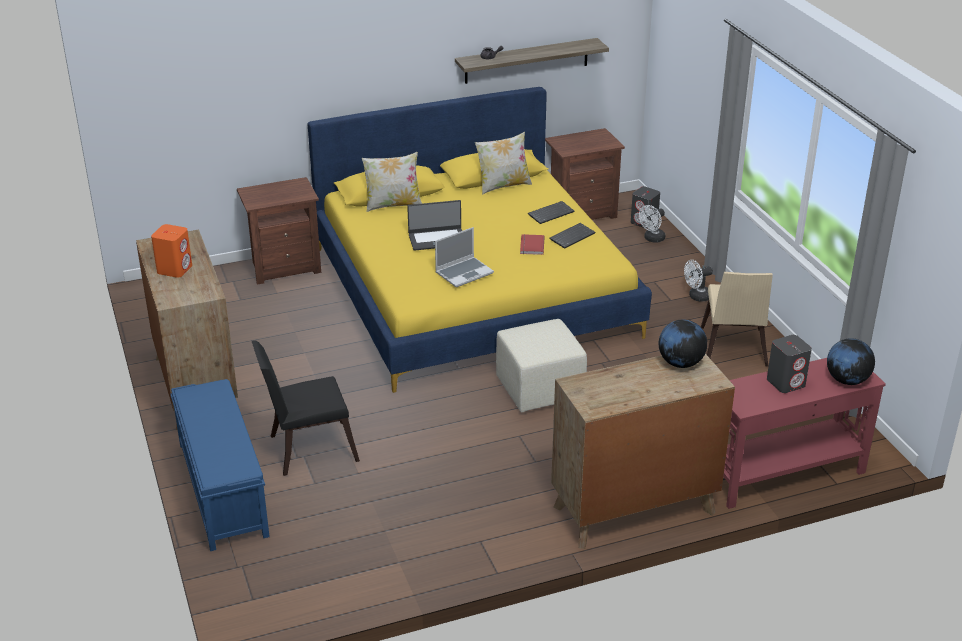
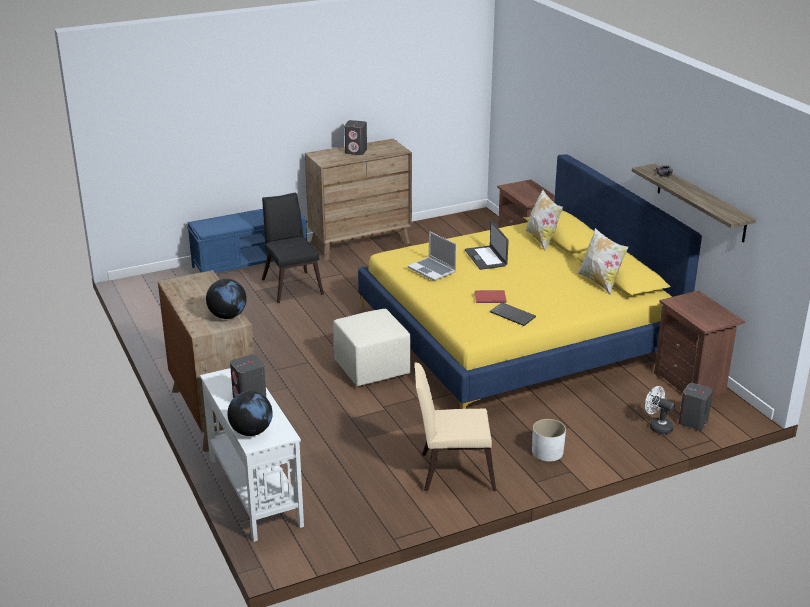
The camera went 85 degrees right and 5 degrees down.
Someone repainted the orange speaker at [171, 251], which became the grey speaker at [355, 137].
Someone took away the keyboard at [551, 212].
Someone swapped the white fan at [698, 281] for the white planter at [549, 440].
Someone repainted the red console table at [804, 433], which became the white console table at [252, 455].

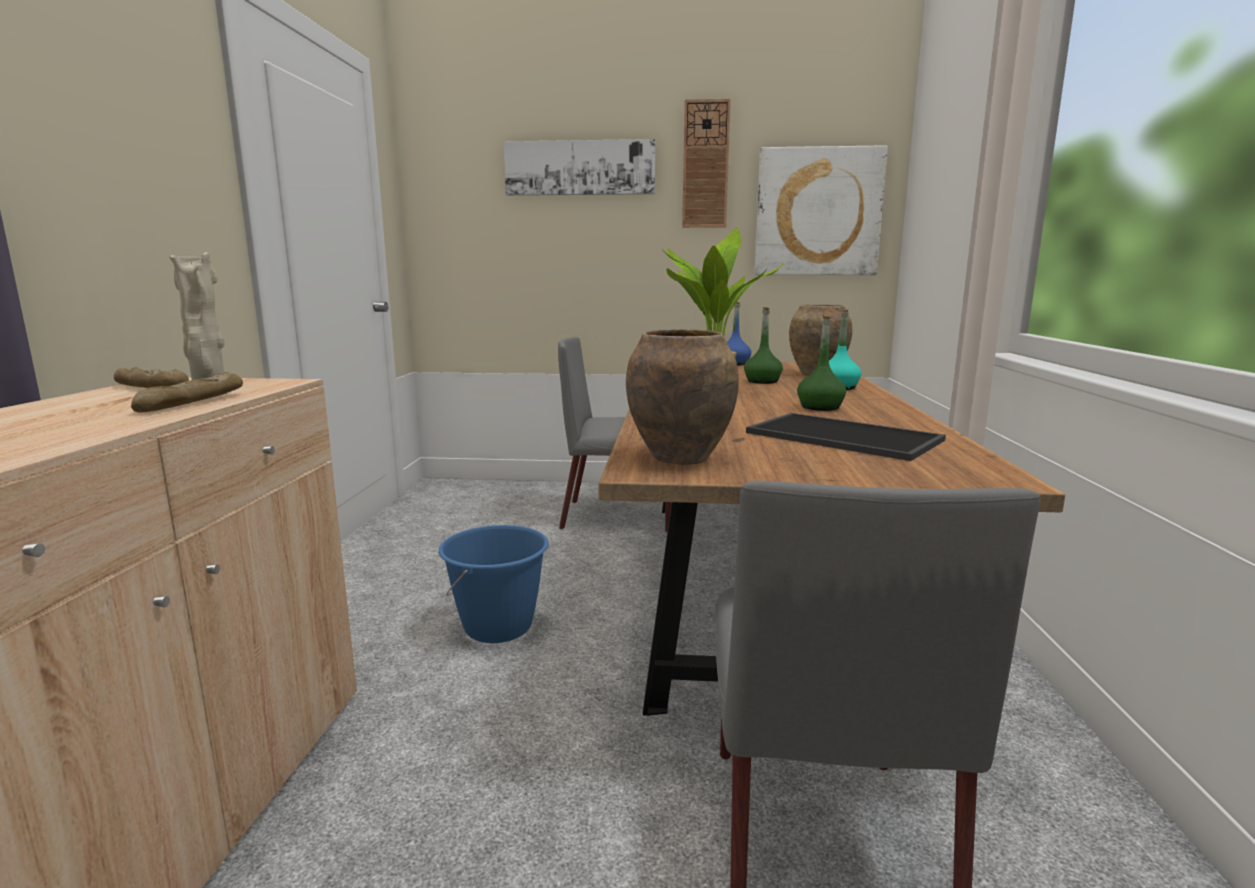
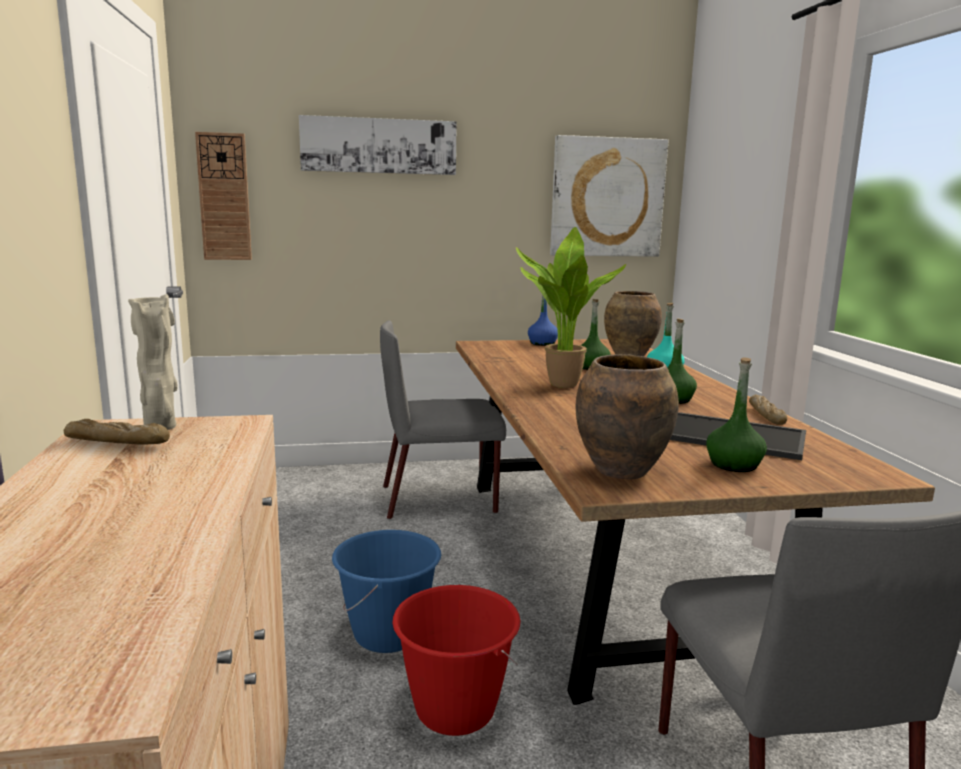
The camera went 15 degrees left and 0 degrees up.
Someone carried the bread from [187, 392] to [768, 409].
Someone carried the wall clock from [706, 163] to [223, 196].
Someone put down the red bucket at [456, 660].
Someone put down the green bottle at [736, 415].

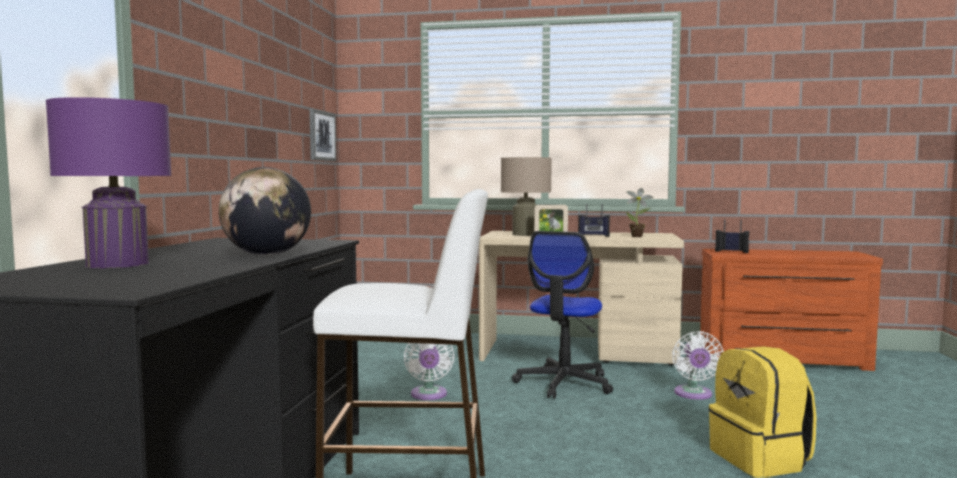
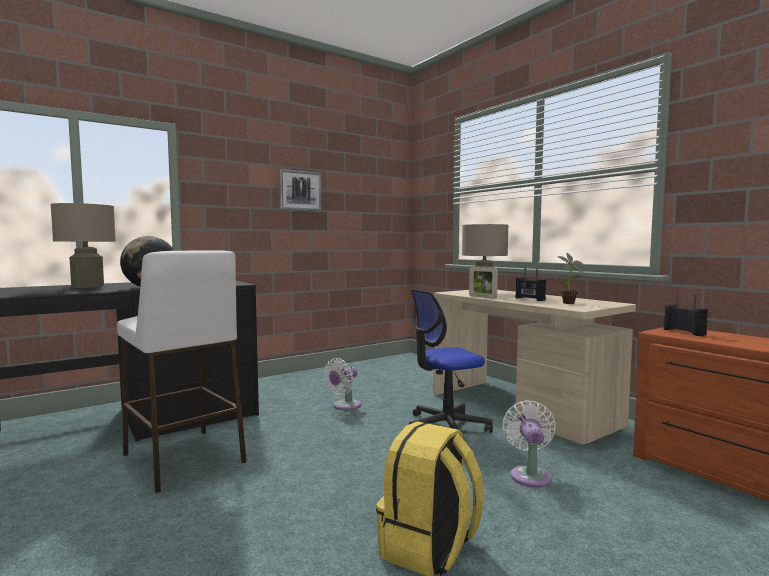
The camera went 45 degrees right and 0 degrees up.
Someone repainted the purple table lamp at [109, 182], which became the beige table lamp at [83, 245].
Someone carried the picture from [323, 135] to [300, 190].
Someone rotated the white fan at [698, 365] by 135 degrees clockwise.

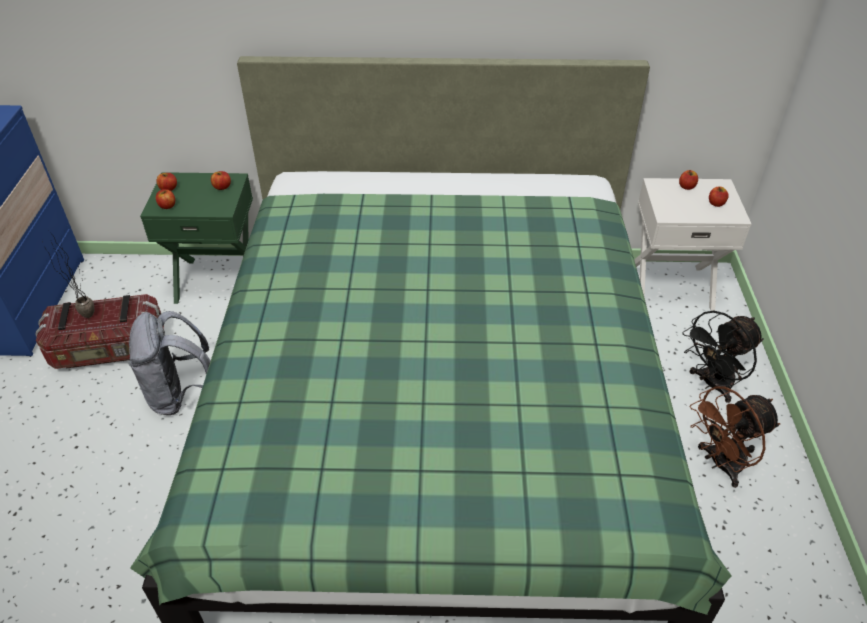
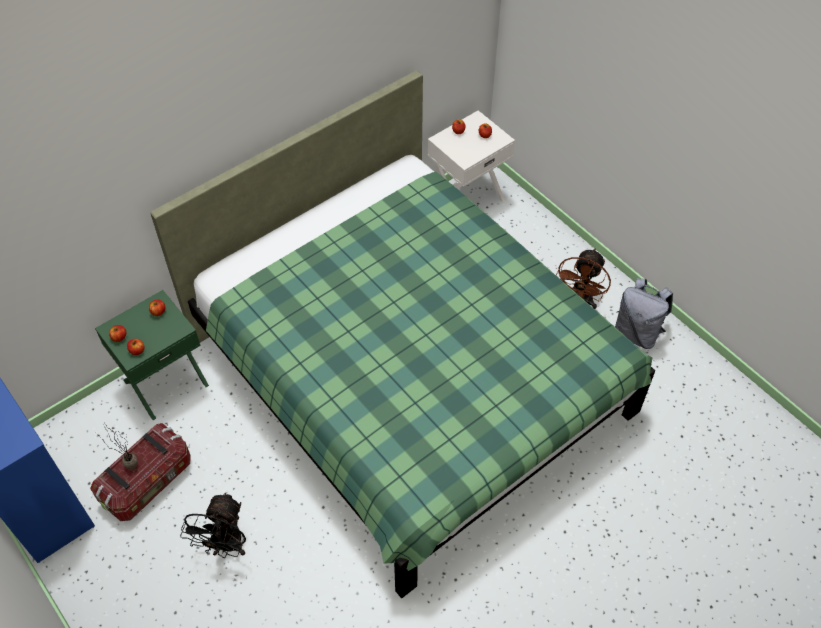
The camera went 40 degrees left and 10 degrees up.
Someone carried the grey backpack from [169, 363] to [644, 313].
Someone carried the black fan from [723, 357] to [213, 525].

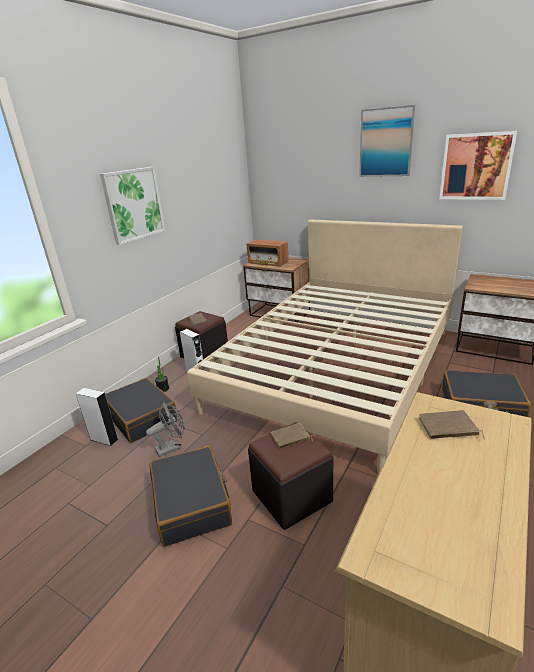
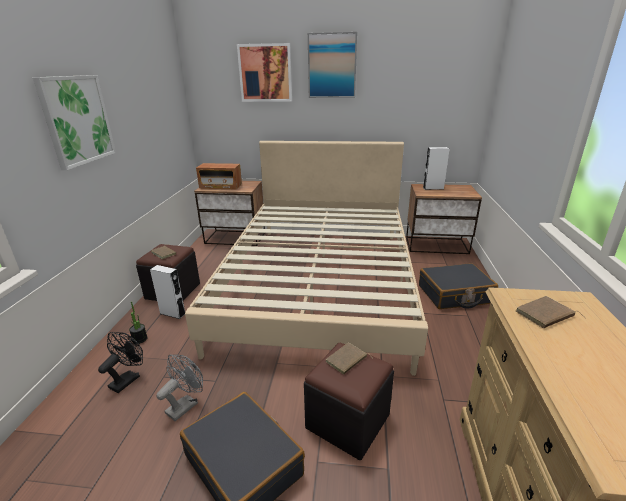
The camera went 25 degrees left and 0 degrees up.
Someone carried the white speaker from [97, 417] to [436, 168].
Someone swapped the black suitcase at [141, 410] for the black fan at [120, 362].
Someone carried the picture from [478, 165] to [264, 72].

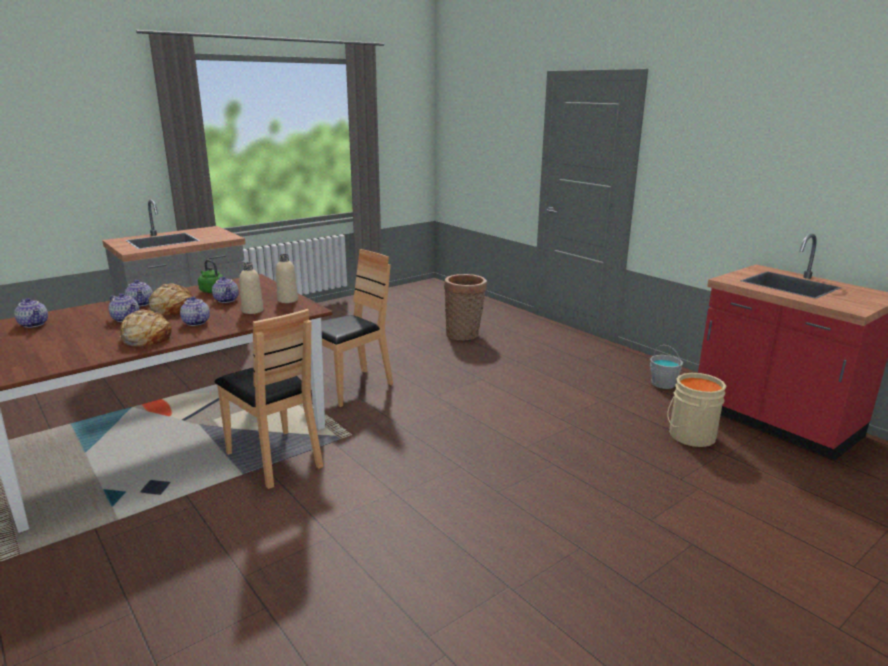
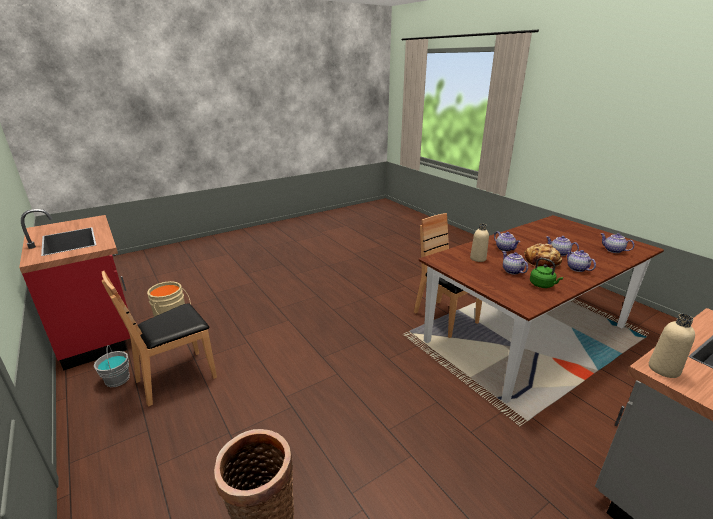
The camera went 175 degrees left and 5 degrees up.
Someone took away the bread at [146, 328].
Someone carried the beige bottle from [287, 278] to [672, 346].
Someone carried the brown chair from [352, 328] to [159, 339].

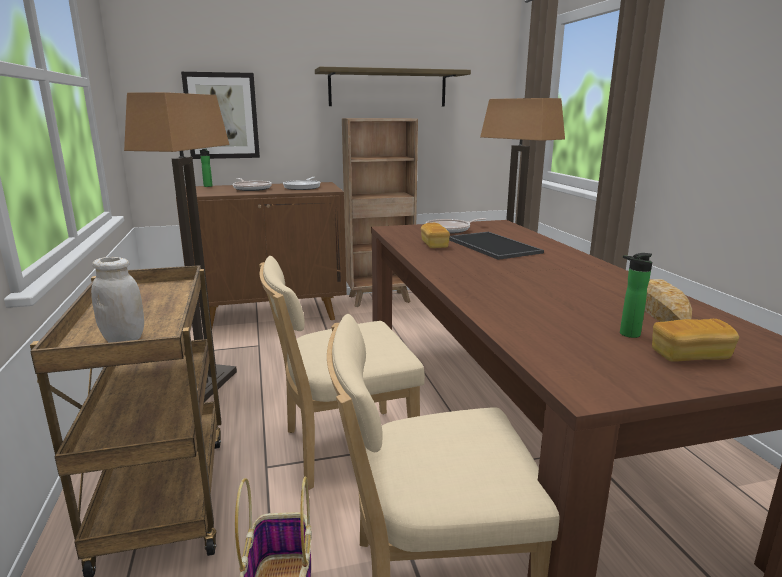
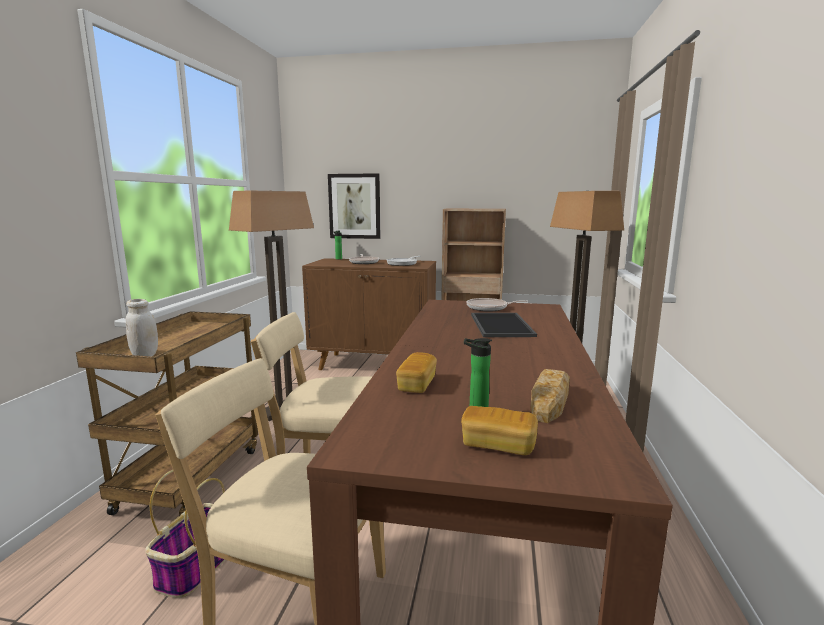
The camera went 25 degrees right and 5 degrees down.
Someone took away the shelf at [393, 87].
Someone carried the bread from [435, 235] to [416, 372].

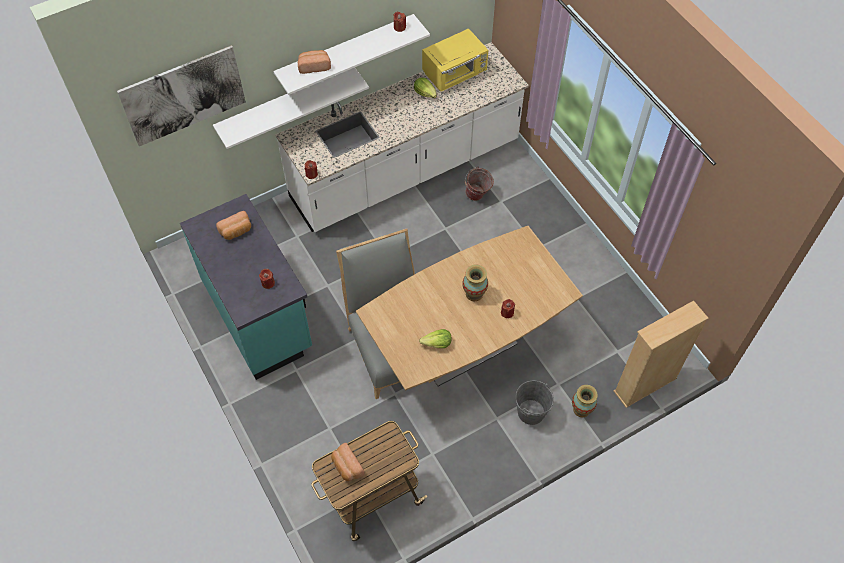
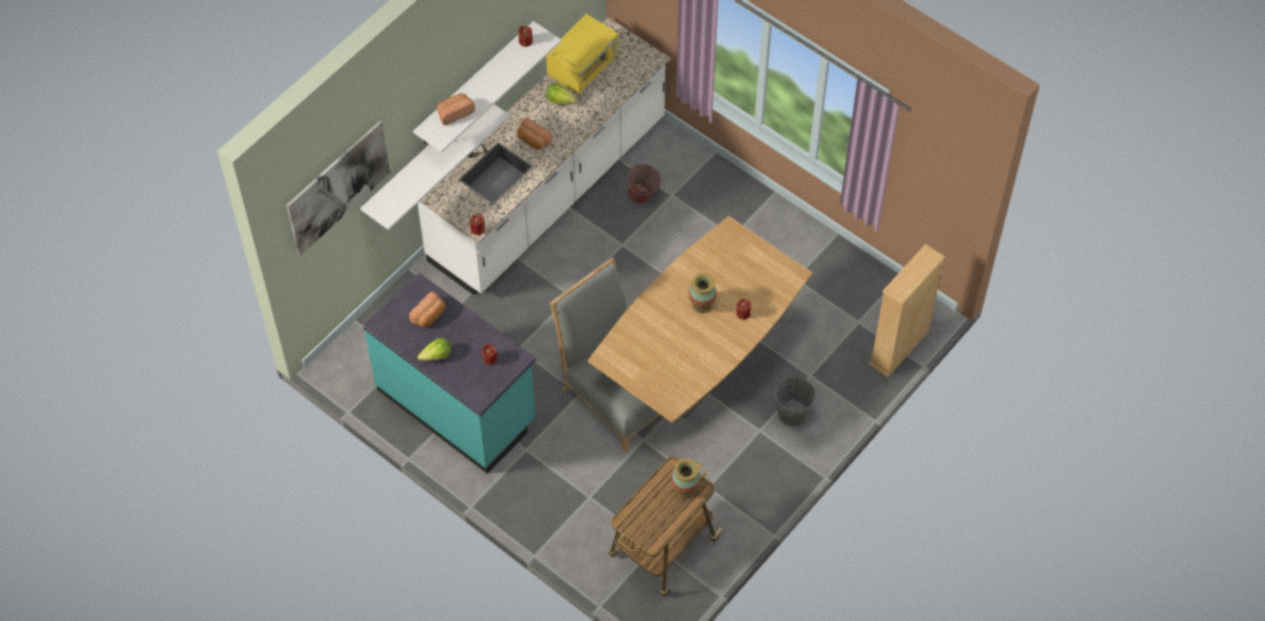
The camera went 20 degrees left and 0 degrees up.
Someone carried the bread from [347, 462] to [535, 133].
Someone carried the lettuce from [435, 338] to [434, 349].
Someone carried the vase from [585, 401] to [686, 478].

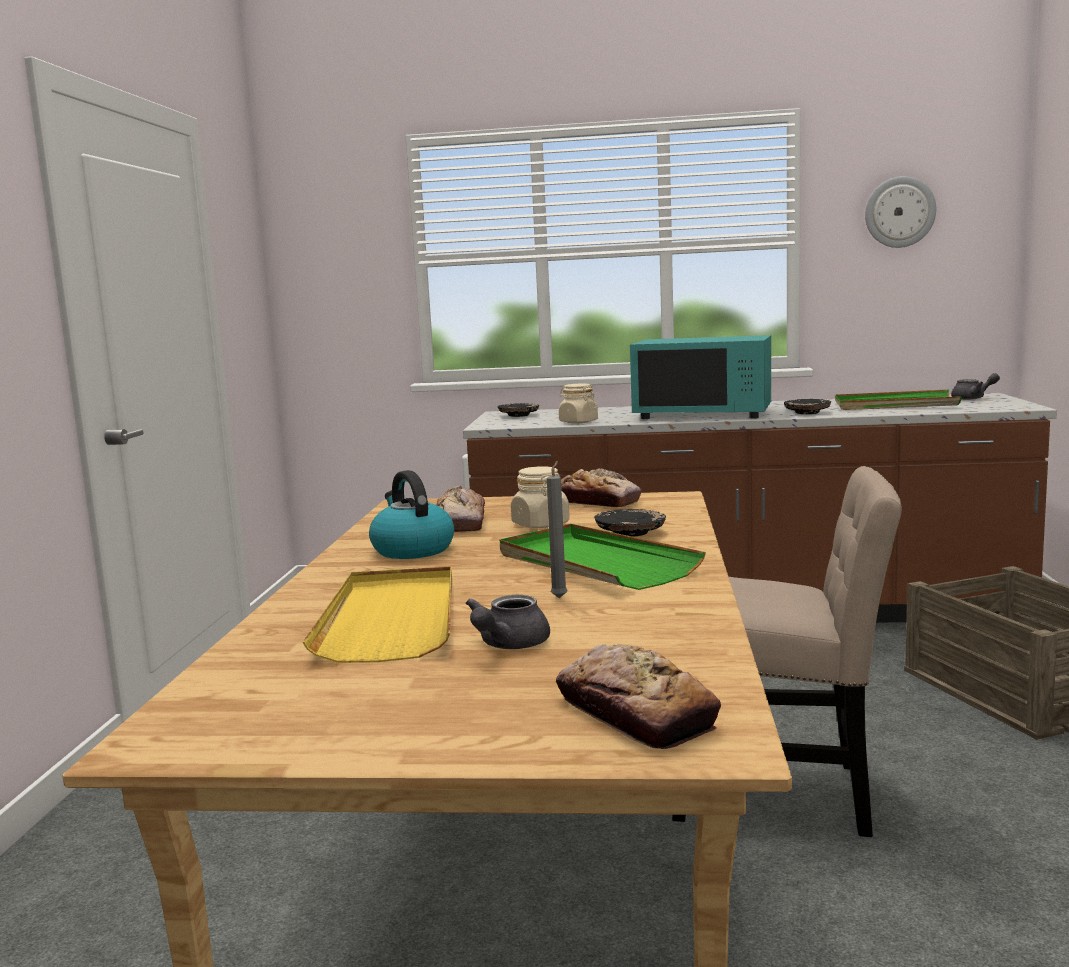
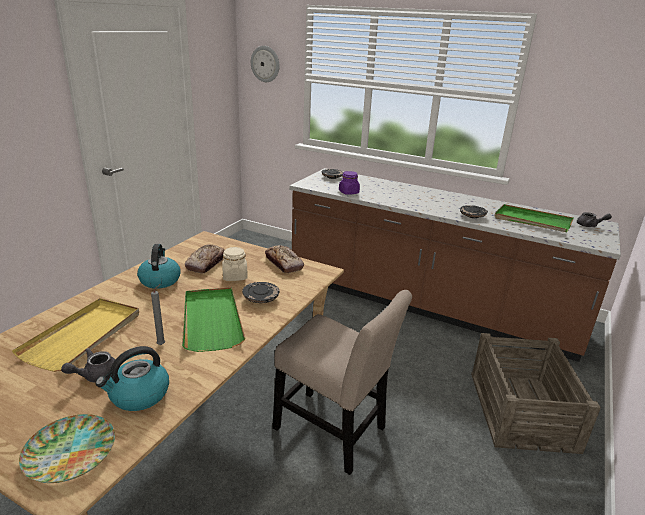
The camera went 20 degrees right and 15 degrees up.
Someone swapped the bread at [638, 696] for the plate at [67, 448].
Someone repainted the beige jar at [578, 403], which became the purple jar at [349, 183].
Someone took away the turquoise microwave at [700, 377].
Someone carried the wall clock from [900, 212] to [265, 64].
Someone put down the kettle at [132, 378].

